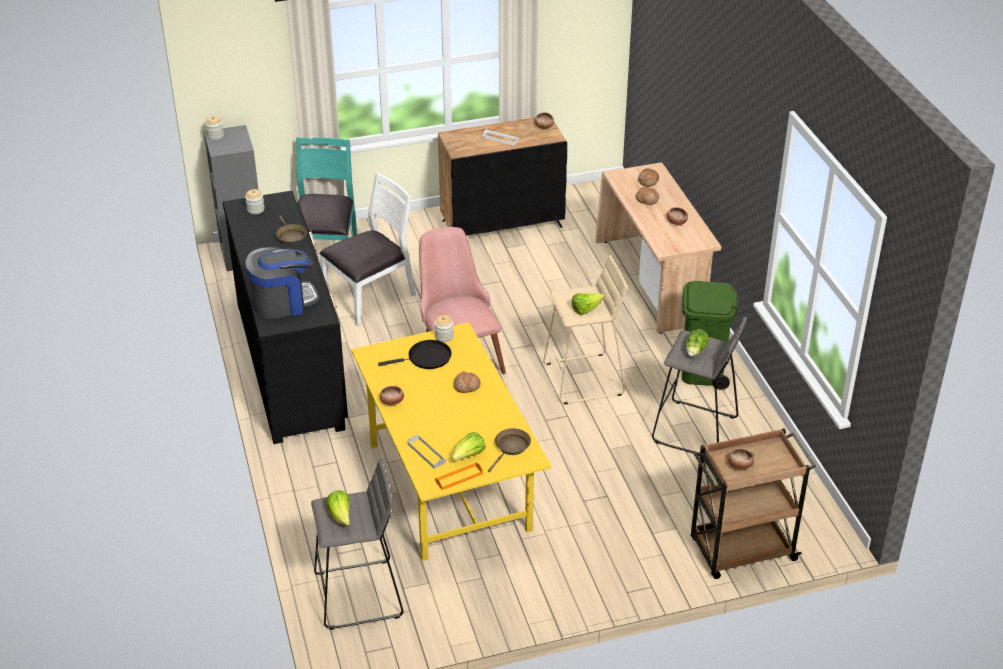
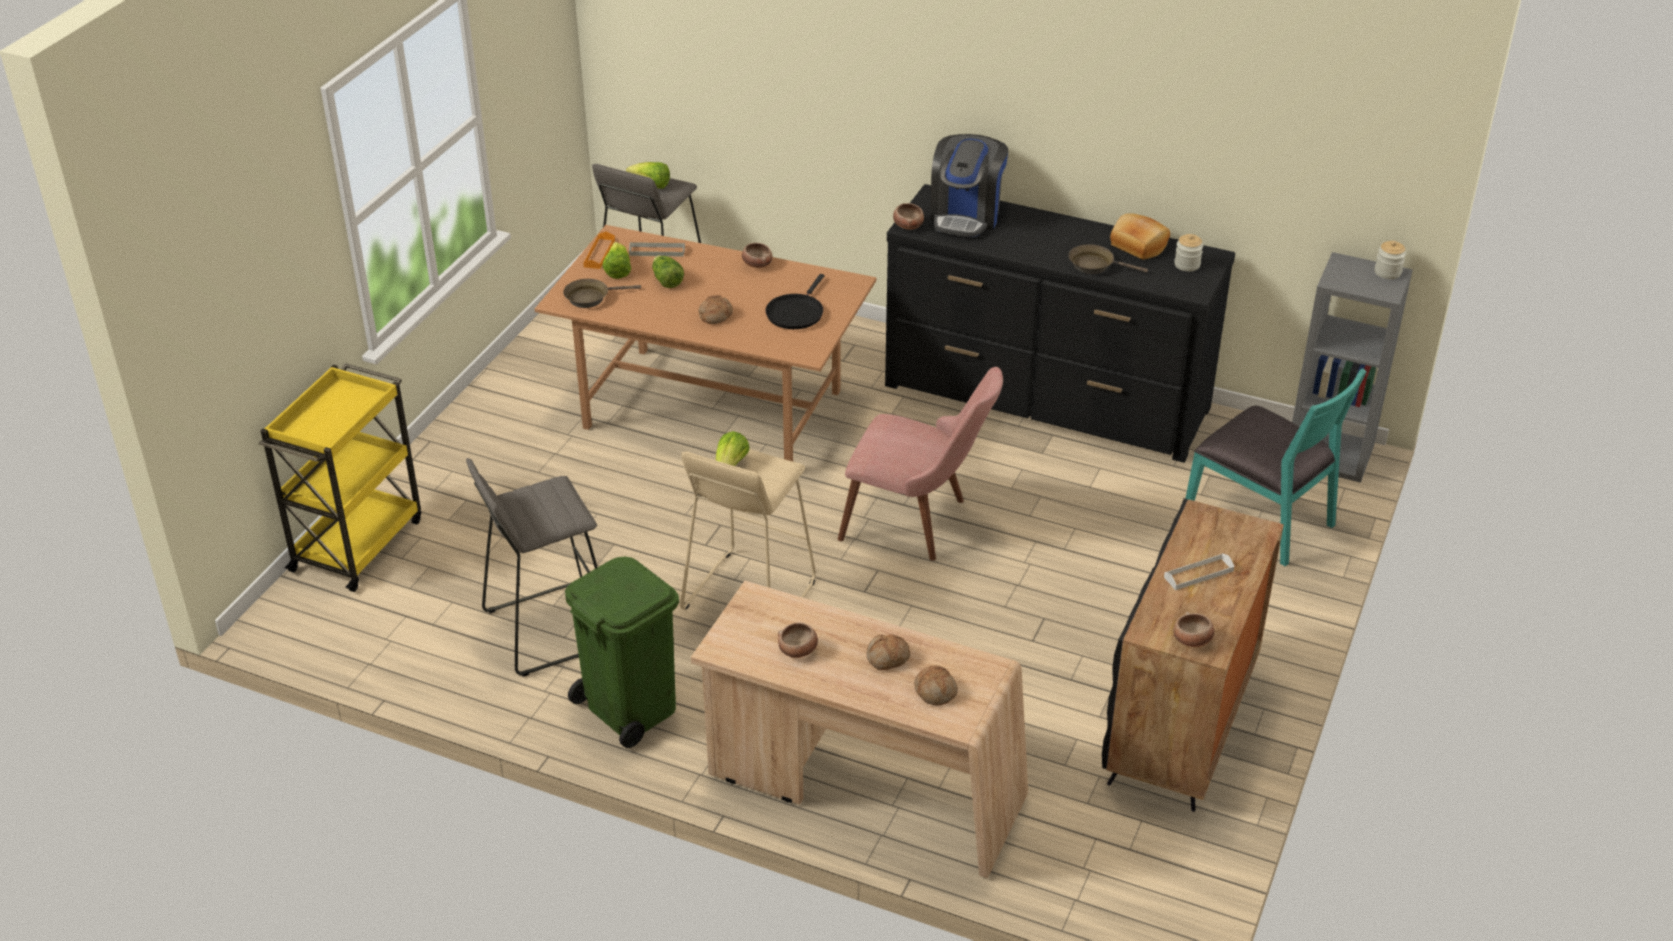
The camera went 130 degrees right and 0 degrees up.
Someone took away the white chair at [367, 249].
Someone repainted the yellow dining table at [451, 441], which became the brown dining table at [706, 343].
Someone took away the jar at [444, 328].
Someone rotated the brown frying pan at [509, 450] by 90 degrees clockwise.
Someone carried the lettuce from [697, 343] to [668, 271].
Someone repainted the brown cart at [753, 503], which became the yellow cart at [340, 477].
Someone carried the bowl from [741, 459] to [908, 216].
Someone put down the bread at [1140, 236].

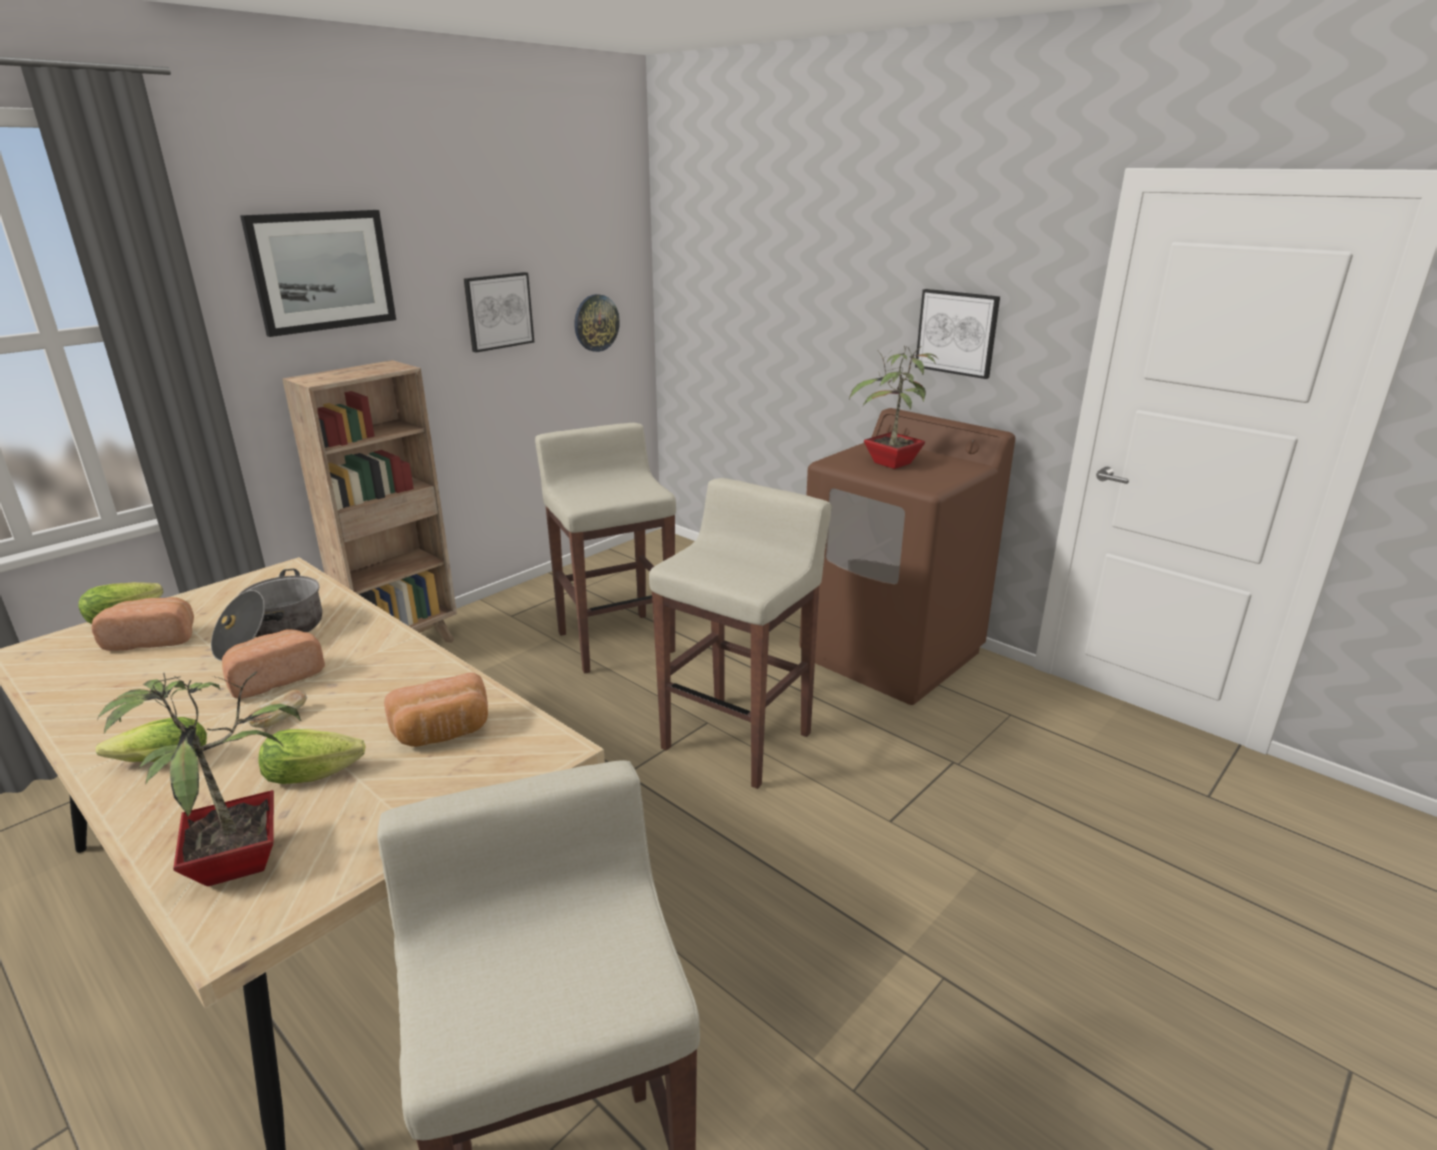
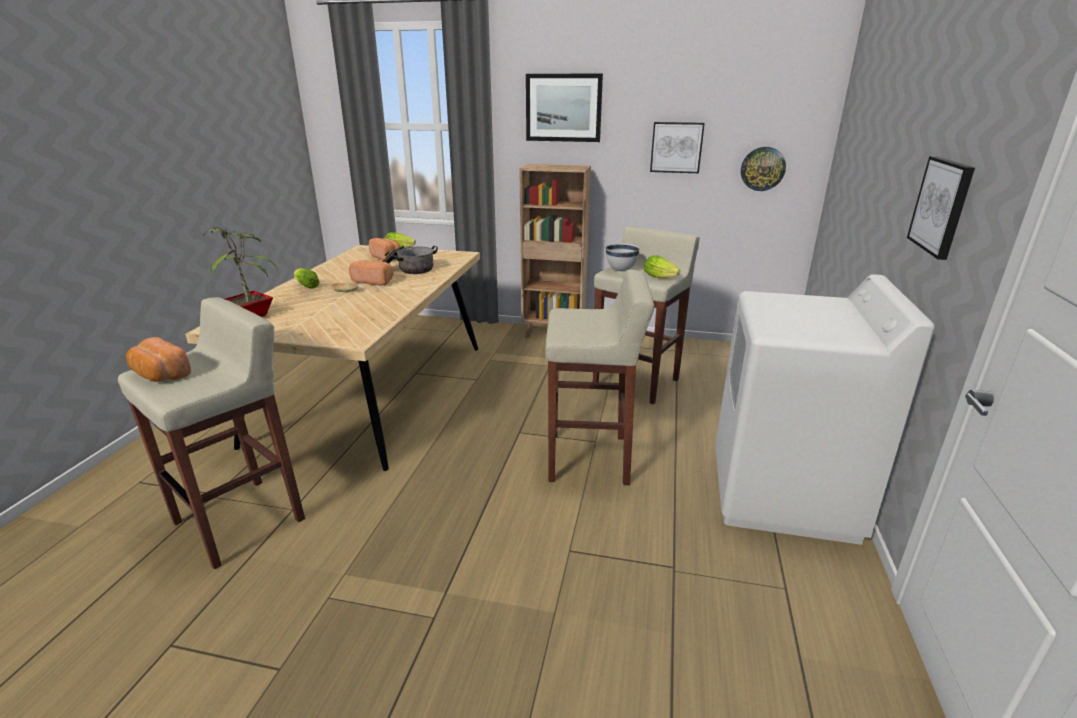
The camera went 60 degrees right and 0 degrees up.
Someone carried the lettuce from [312, 756] to [662, 266].
Someone carried the bread from [436, 709] to [158, 359].
Someone repainted the brown washing machine at [907, 556], which became the white washing machine at [825, 409].
Someone took away the potted plant at [894, 407].
Someone put down the white bowl at [623, 257].

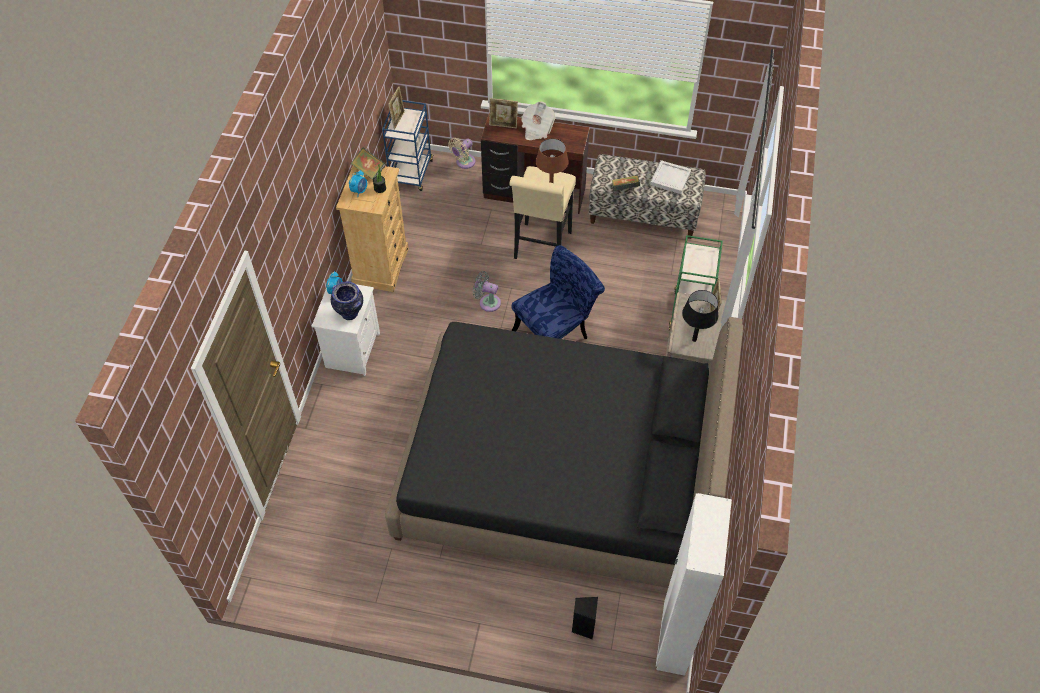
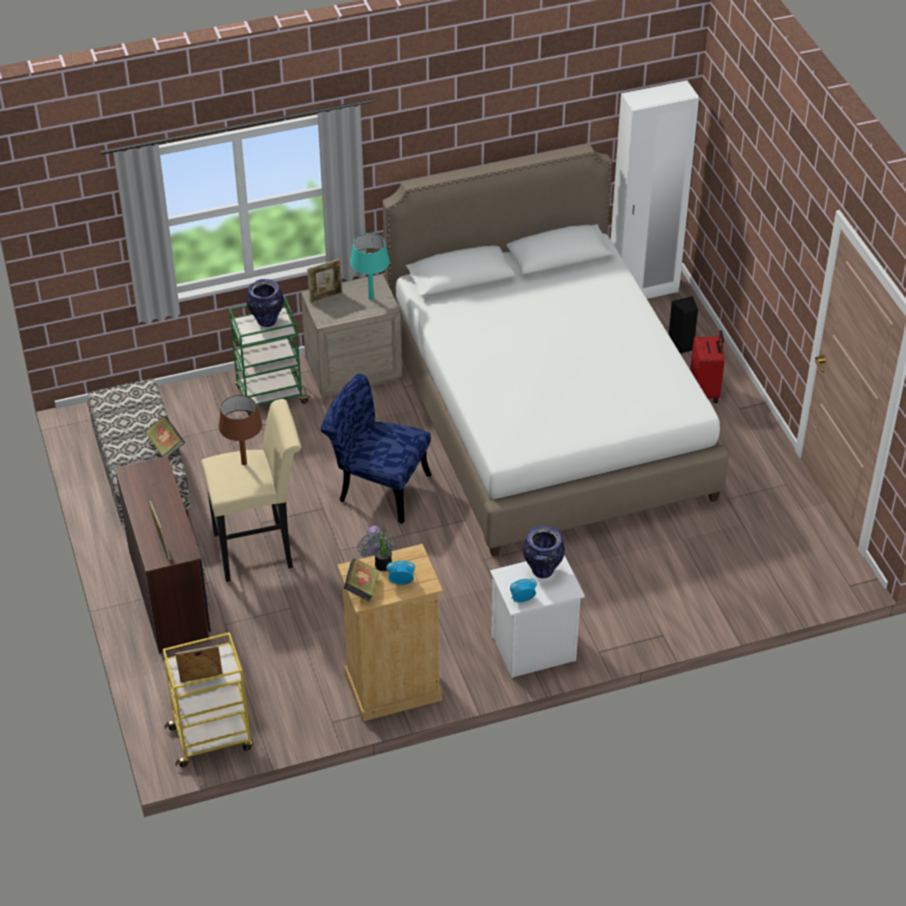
The camera went 120 degrees left and 10 degrees down.
Someone repainted the blue cart at [408, 145], which became the yellow cart at [208, 699].
Someone repainted the black bed at [564, 452], which became the white bed at [556, 350].
Someone took away the beige fan at [461, 153].
Someone took away the newspaper at [538, 121].
Someone took away the white tray at [670, 177].
Someone repainted the black table lamp at [700, 316], which became the turquoise table lamp at [370, 266].
Someone put down the vase at [265, 303].
Someone put down the red suitcase at [707, 366].

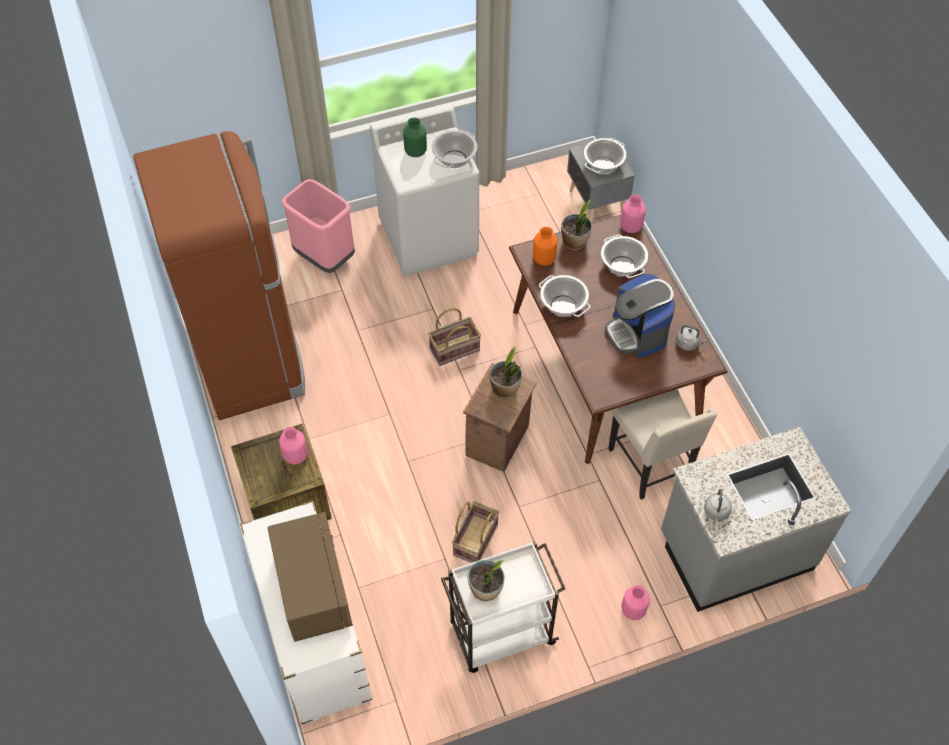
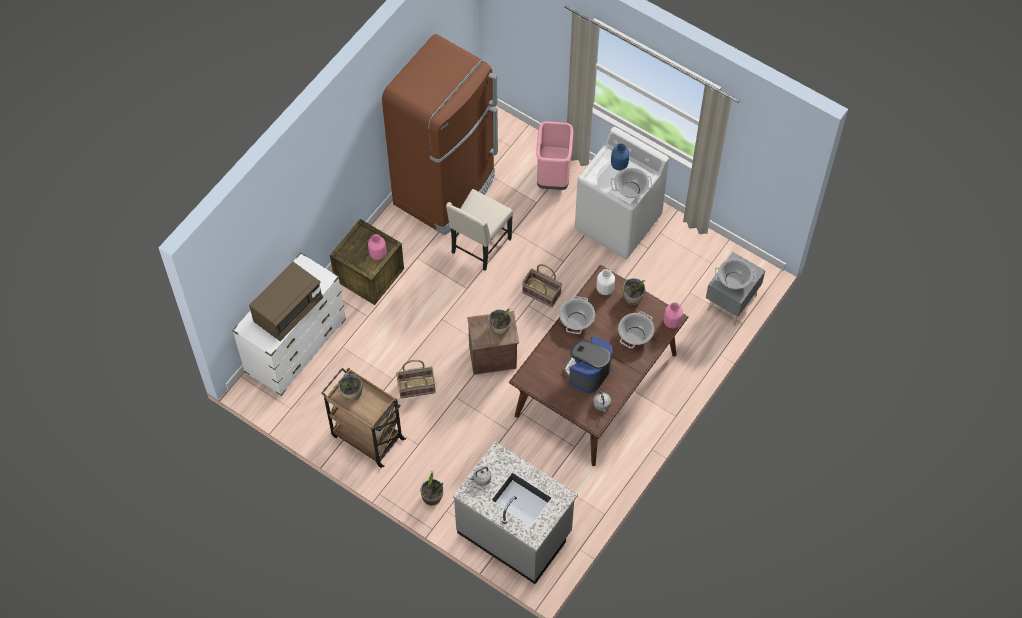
The camera went 55 degrees right and 5 degrees up.
Someone repainted the green vase at [415, 137], which became the blue vase at [620, 157].
Someone repainted the white cart at [503, 607], which became the brown cart at [363, 418].
Someone repainted the orange vase at [545, 246], which became the white vase at [606, 282].
Someone carried the beige chair from [663, 444] to [479, 230].
Someone swapped the pink vase at [635, 602] for the potted plant at [432, 488].

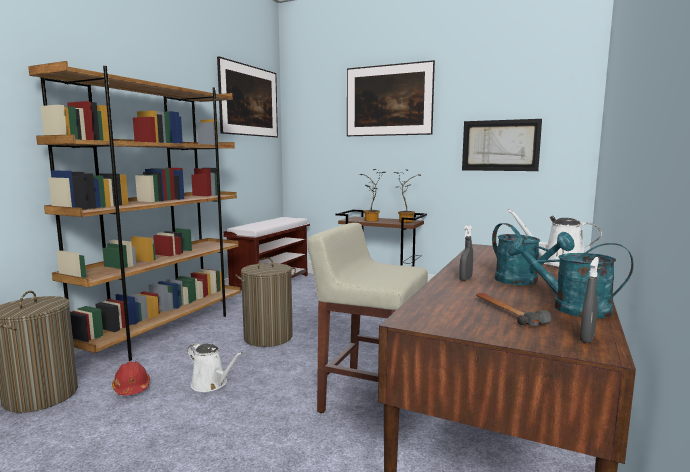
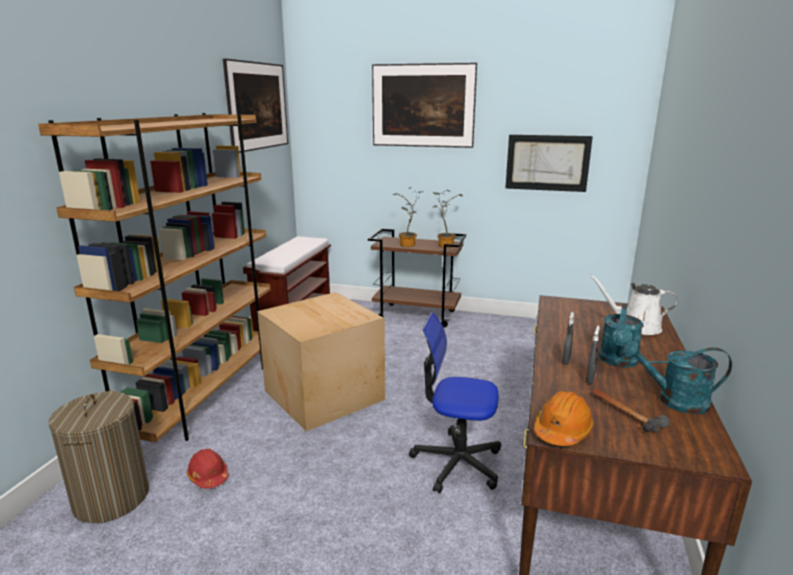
The camera went 10 degrees left and 10 degrees up.
Someone took away the white watering can at [215, 367].
Someone swapped the laundry basket at [265, 302] for the cardboard box at [321, 361].
Someone swapped the beige stool at [367, 318] for the office chair at [455, 403].
Someone rotated the turquoise watering can at [533, 254] by 60 degrees clockwise.
Someone carried the grey spray bottle from [589, 300] to [593, 355].
Someone put down the orange hard hat at [564, 418].

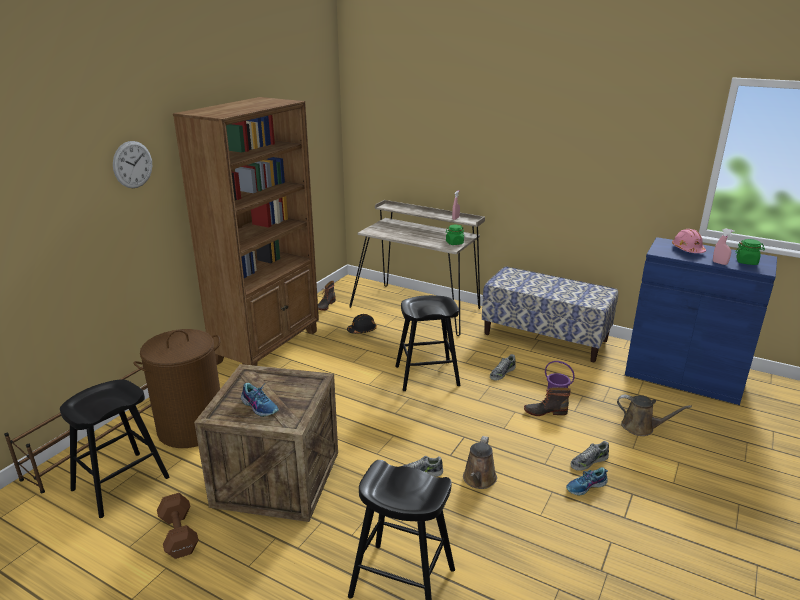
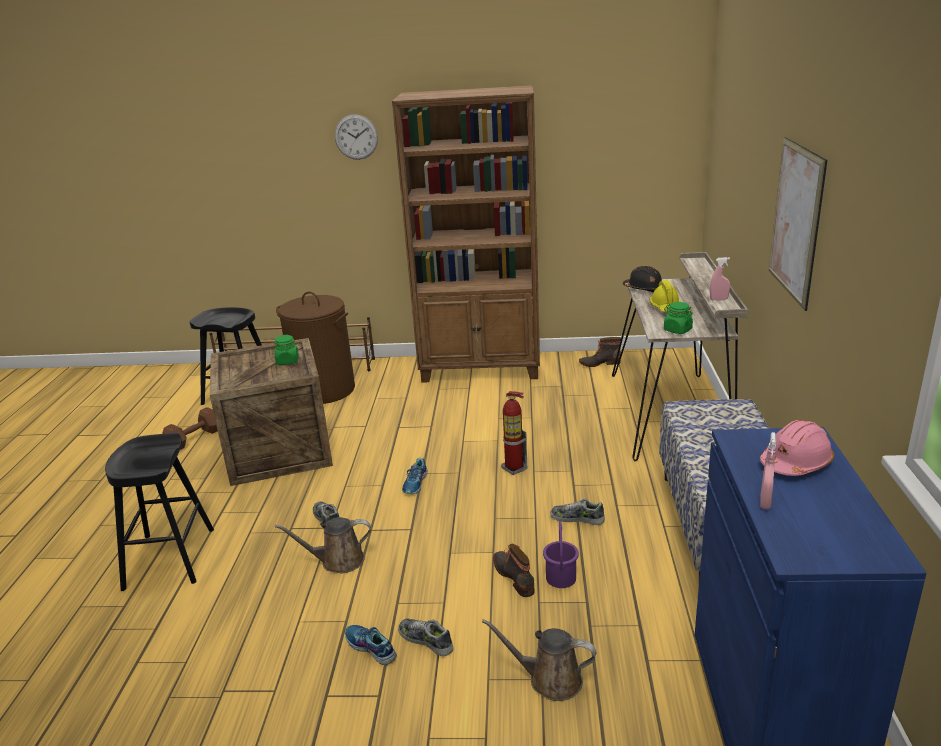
The camera went 65 degrees right and 0 degrees up.
Someone carried the shoe from [260, 400] to [415, 476].
Someone carried the black hard hat from [362, 324] to [642, 279].
Someone swapped the black stool at [427, 343] for the fire extinguisher at [514, 433].
Someone rotated the brown watering can at [654, 415] by 105 degrees clockwise.
Someone carried the green jar from [750, 252] to [286, 350].
Someone put down the yellow hard hat at [665, 296].
Someone put up the picture at [798, 224].

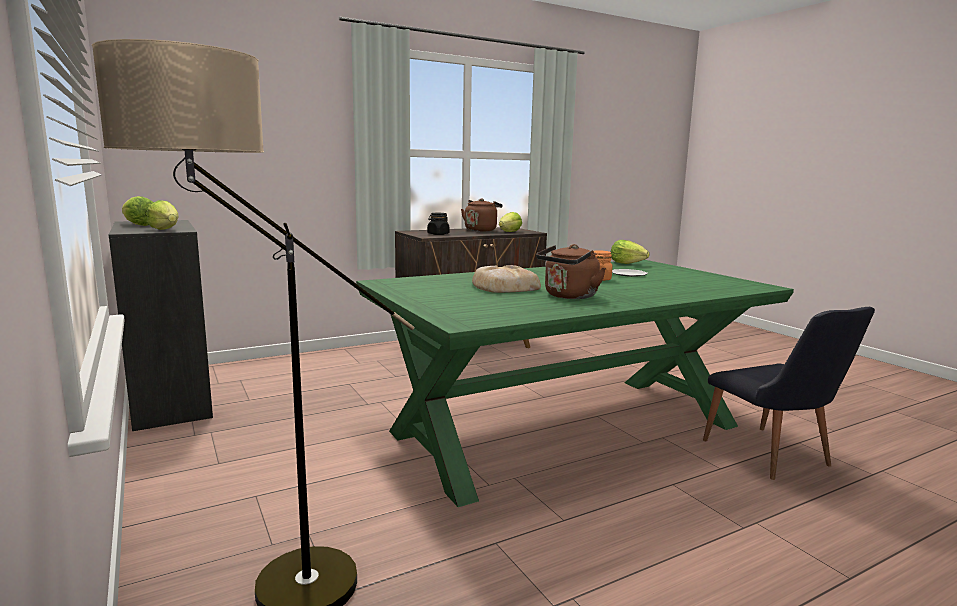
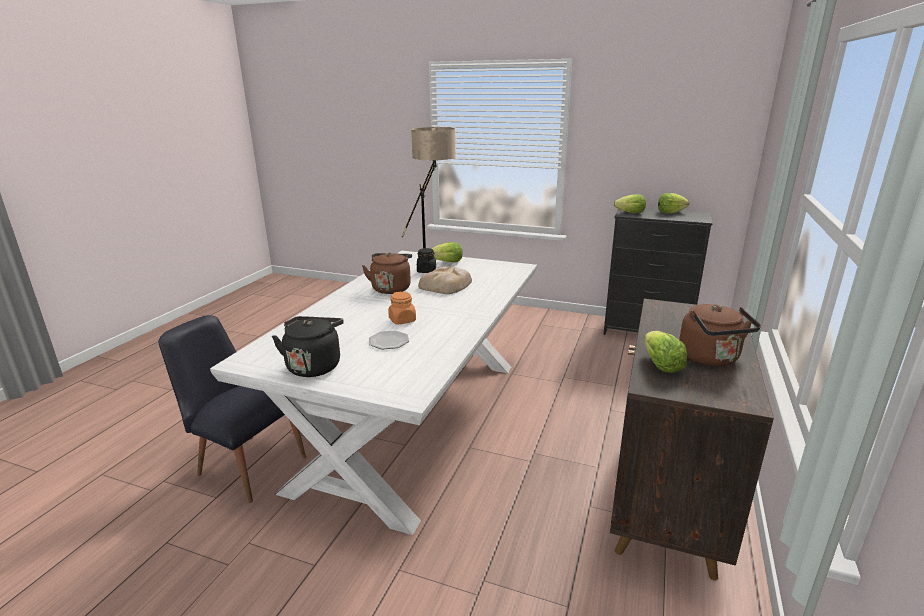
The camera went 140 degrees right and 10 degrees up.
Someone repainted the green dining table at [575, 383], which became the white dining table at [373, 393].
Someone carried the black jar from [438, 224] to [426, 260].
Someone carried the lettuce from [630, 252] to [447, 252].
Someone put down the black kettle at [308, 346].

